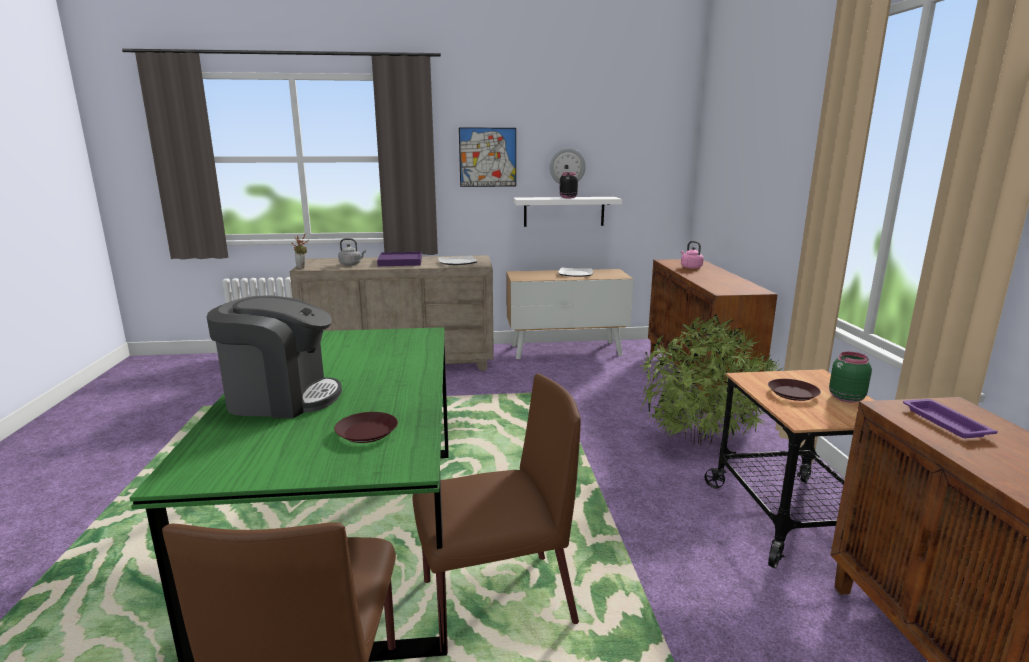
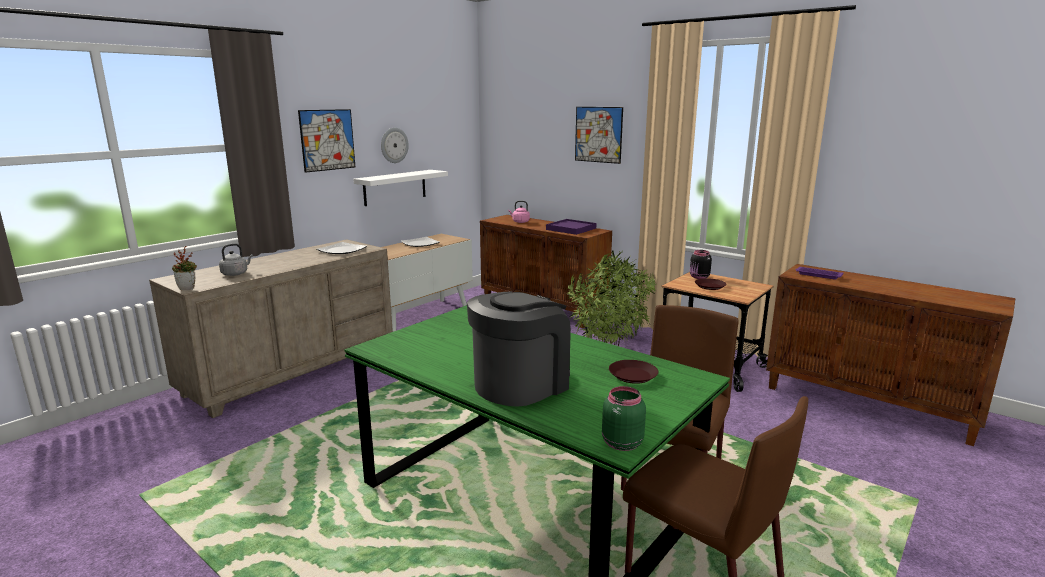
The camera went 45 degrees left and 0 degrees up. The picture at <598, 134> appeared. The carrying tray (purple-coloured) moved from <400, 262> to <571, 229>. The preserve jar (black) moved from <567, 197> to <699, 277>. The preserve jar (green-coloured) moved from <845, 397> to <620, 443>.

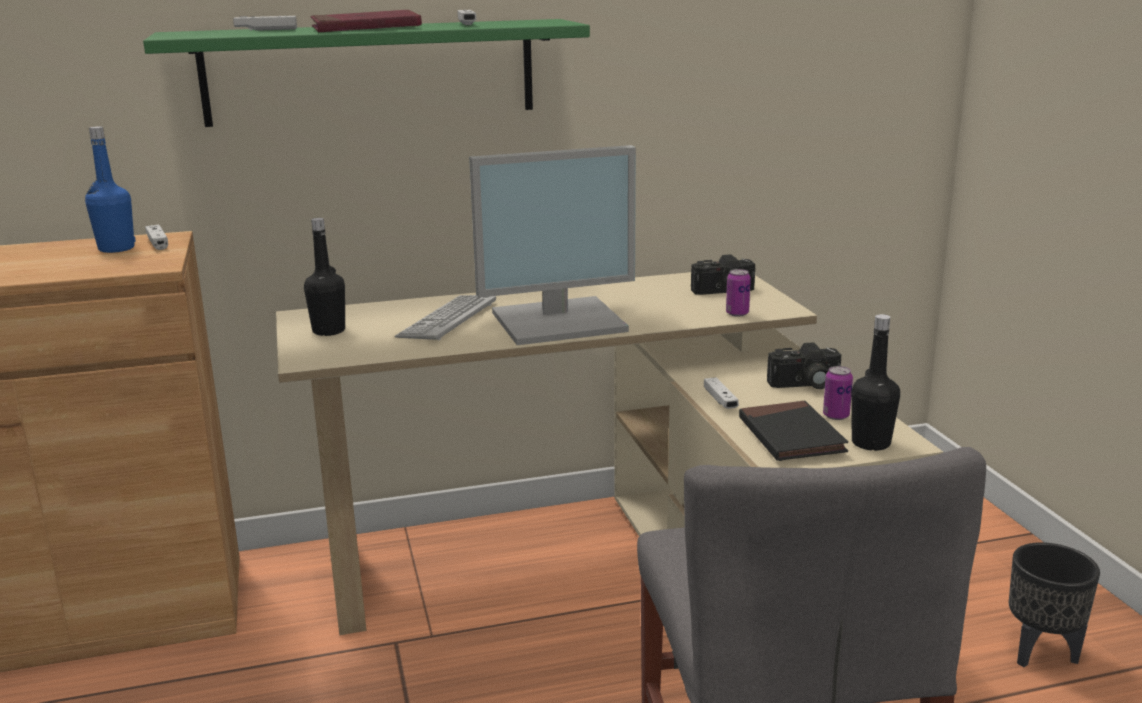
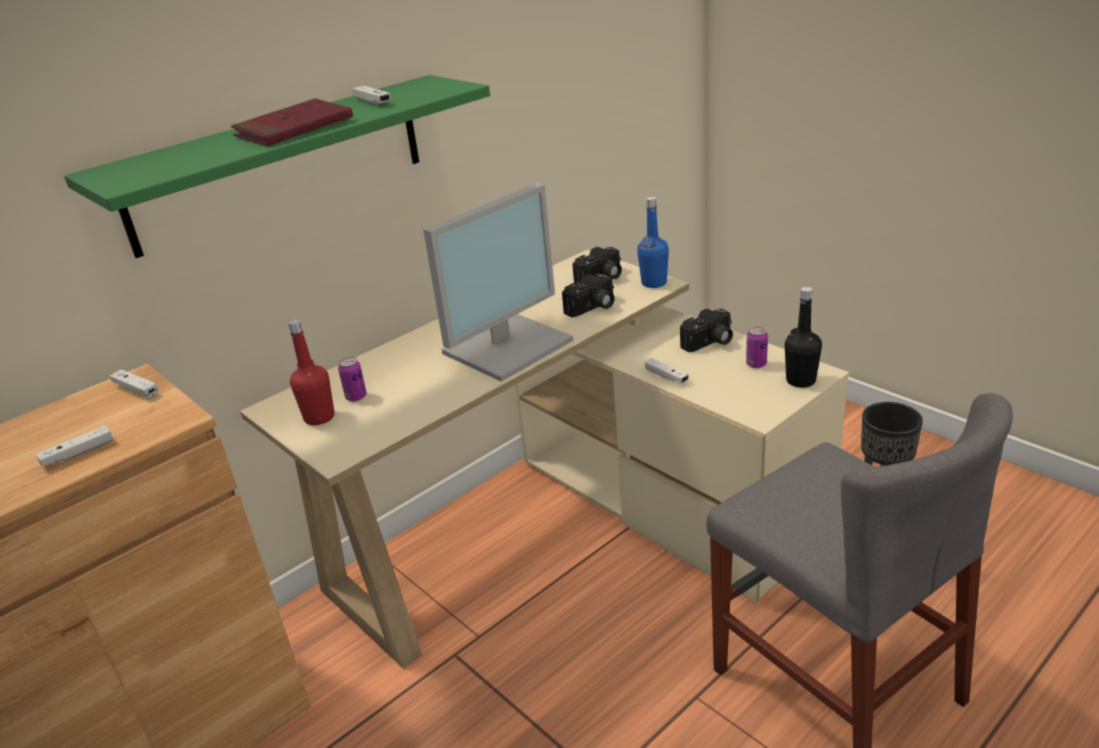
The camera went 25 degrees left and 10 degrees up. The computer keyboard at <447, 319> disappeared. The bound book (black) at <791, 436> disappeared. The photo camera at <592, 308> appeared. The beverage bottle (bluish) moved from <116, 248> to <654, 283>. The joypad (white-coloured) moved from <266, 30> to <78, 453>. The can moved from <737, 313> to <356, 397>. The beverage bottle (black) at <329, 331> became the beverage bottle (red-coloured) at <319, 417>.

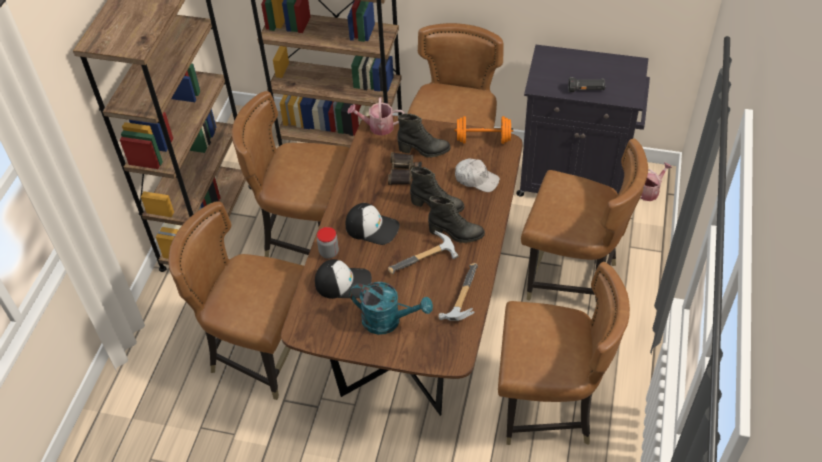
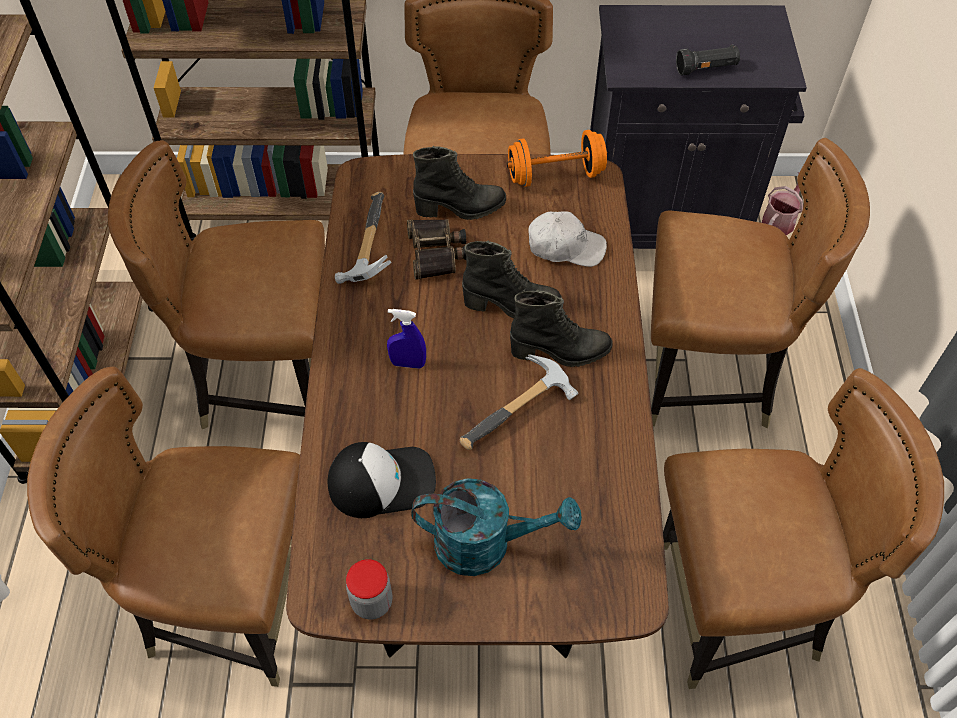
The camera went 15 degrees left and 5 degrees up. The sprinkling can at <377, 127> disappeared. The preserve jar moved from <329, 252> to <372, 602>. The hammer moved from <460, 298> to <365, 247>. The cap at <372, 227> was replaced by the sprayer (bluish) at <408, 363>.

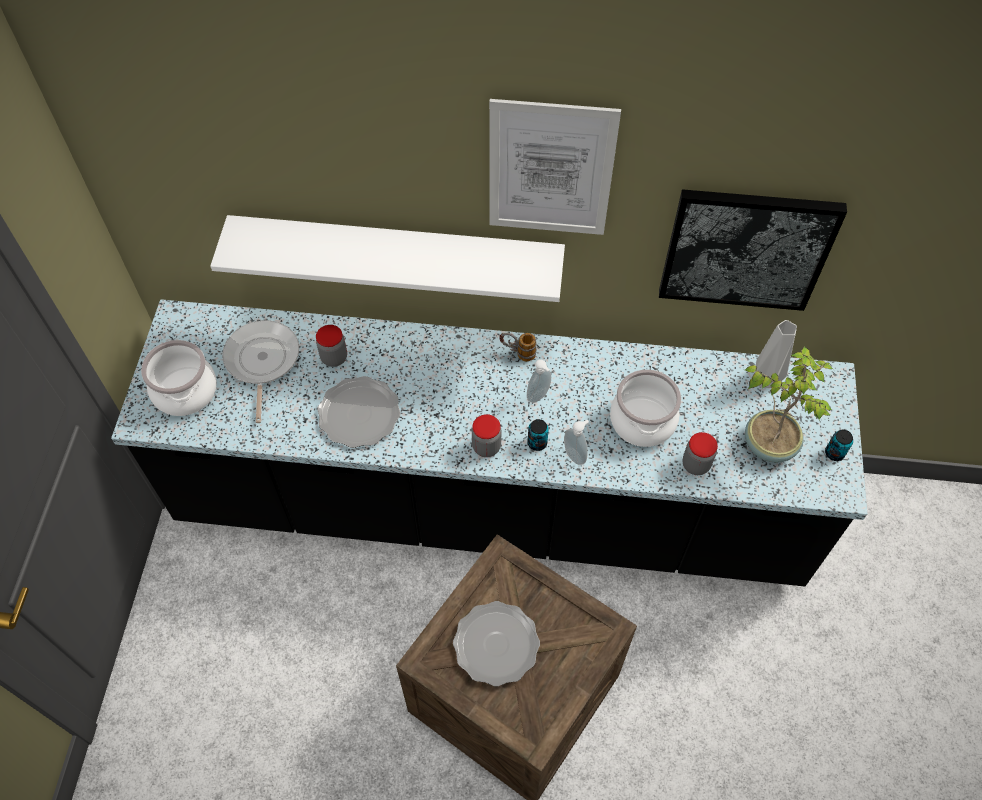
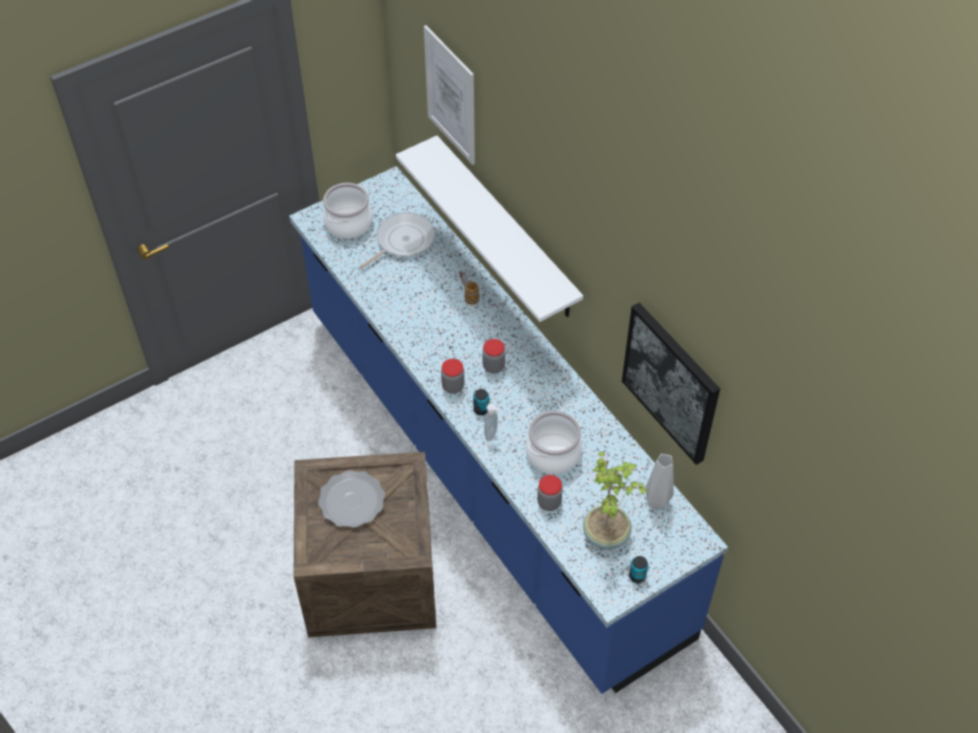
The camera went 50 degrees right and 5 degrees down. The plate at <359, 413> disappeared. The liquid soap bottle at <539, 396> disappeared. The preserve jar moved from <334, 357> to <493, 366>. The picture moved from <550, 169> to <450, 95>. The tea mug moved from <517, 353> to <468, 294>. The kitchen counter (black) at <491, 505> became the kitchen counter (bluish) at <489, 470>.

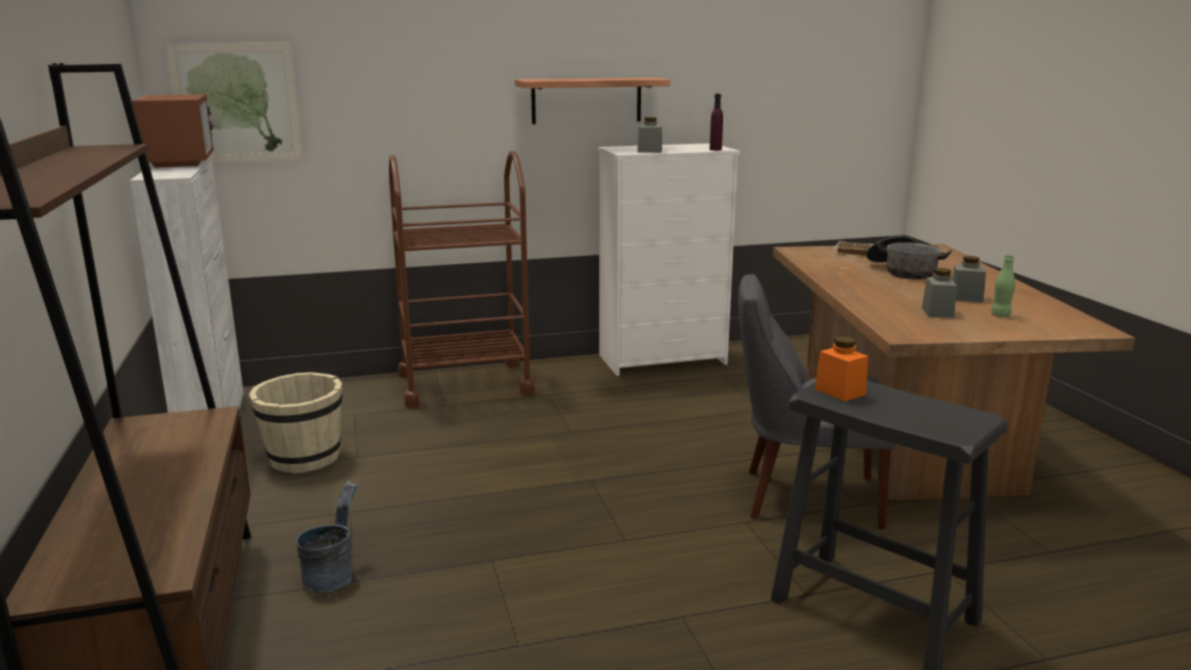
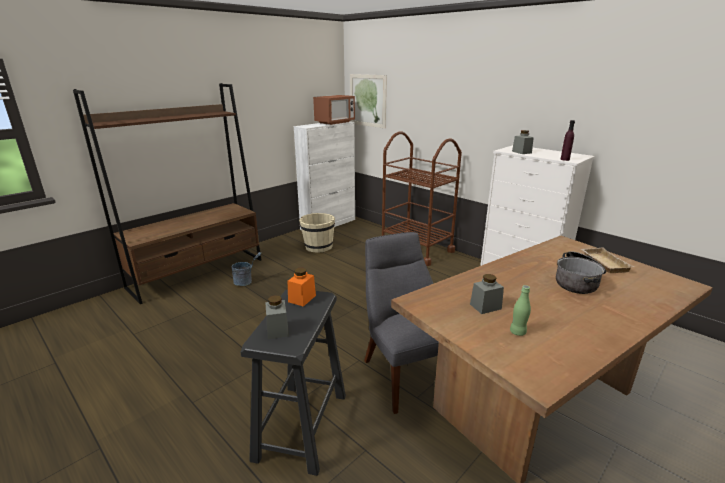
The camera went 60 degrees right and 5 degrees up. The shelf at <586, 100> disappeared. The preserve jar (gray) moved from <966, 298> to <277, 330>.

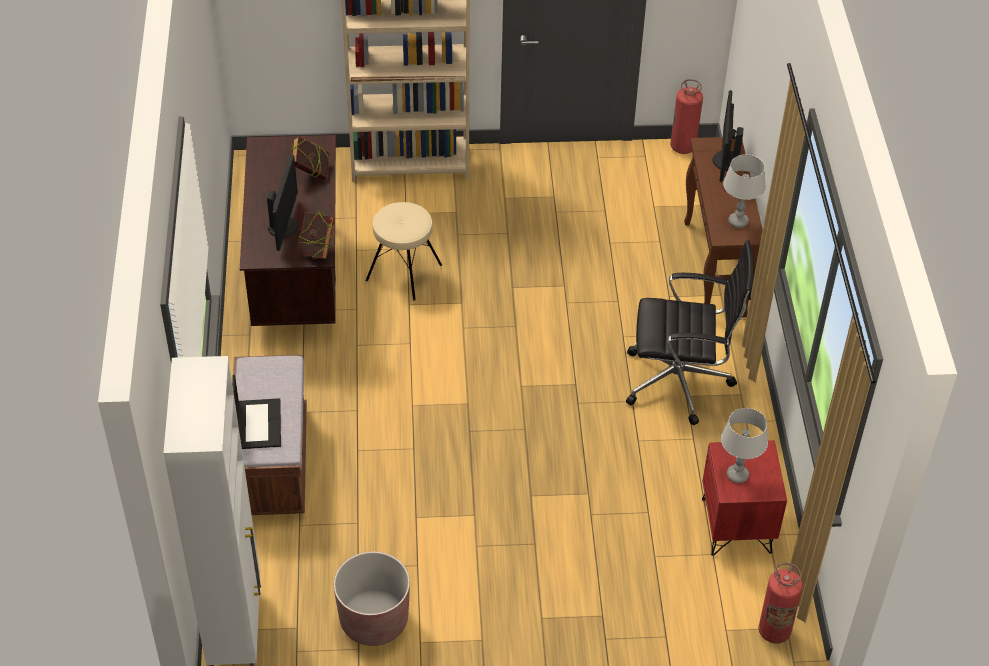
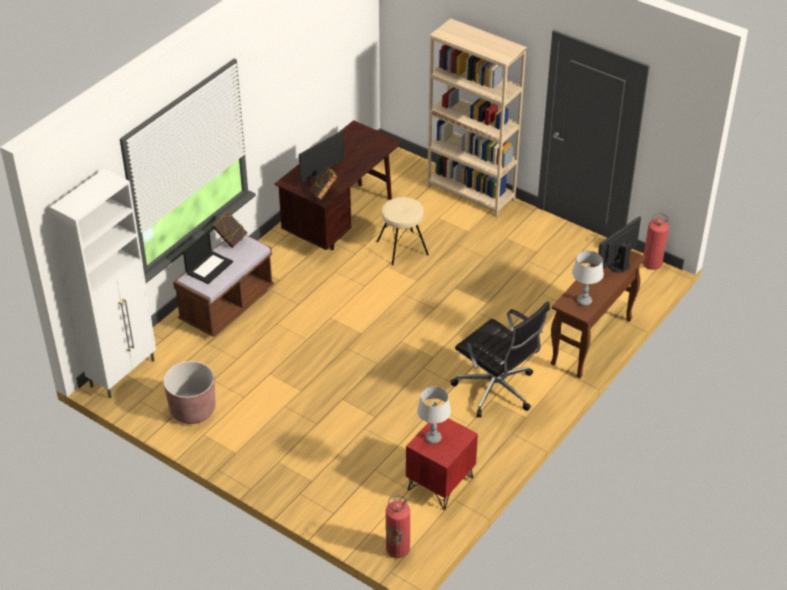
The camera went 40 degrees right and 5 degrees down. The bound book moved from <311, 173> to <230, 240>.

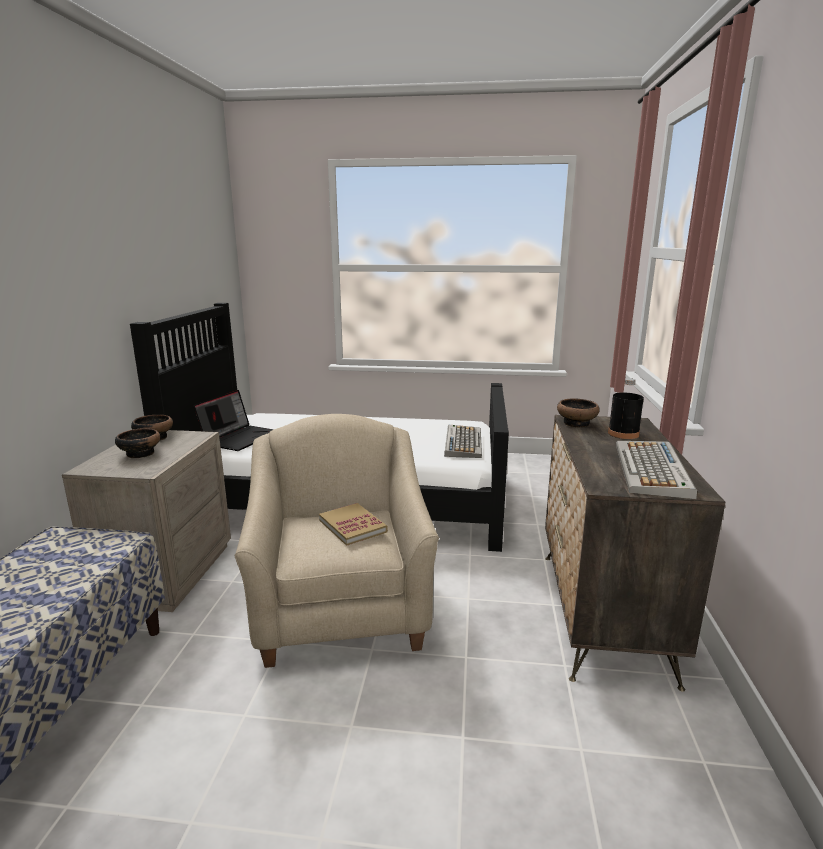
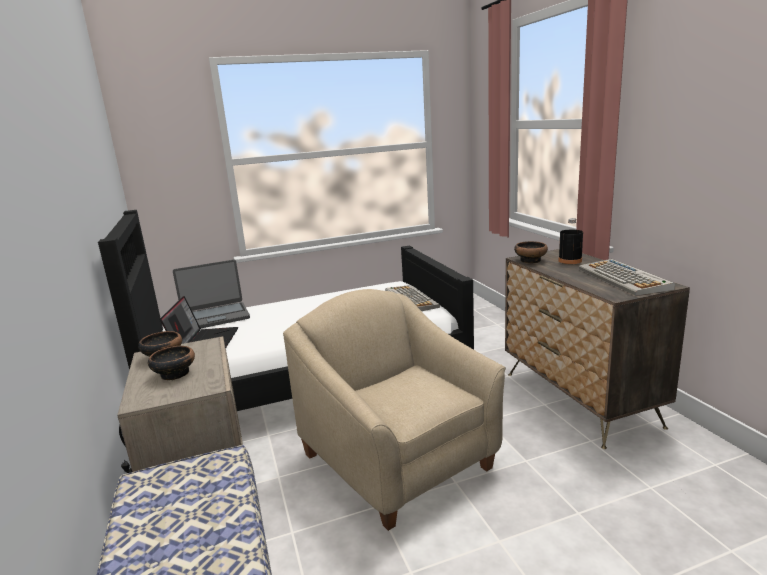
The camera went 25 degrees left and 0 degrees up. The bound book at <352, 526> disappeared. The portable computer at <215, 317> appeared.

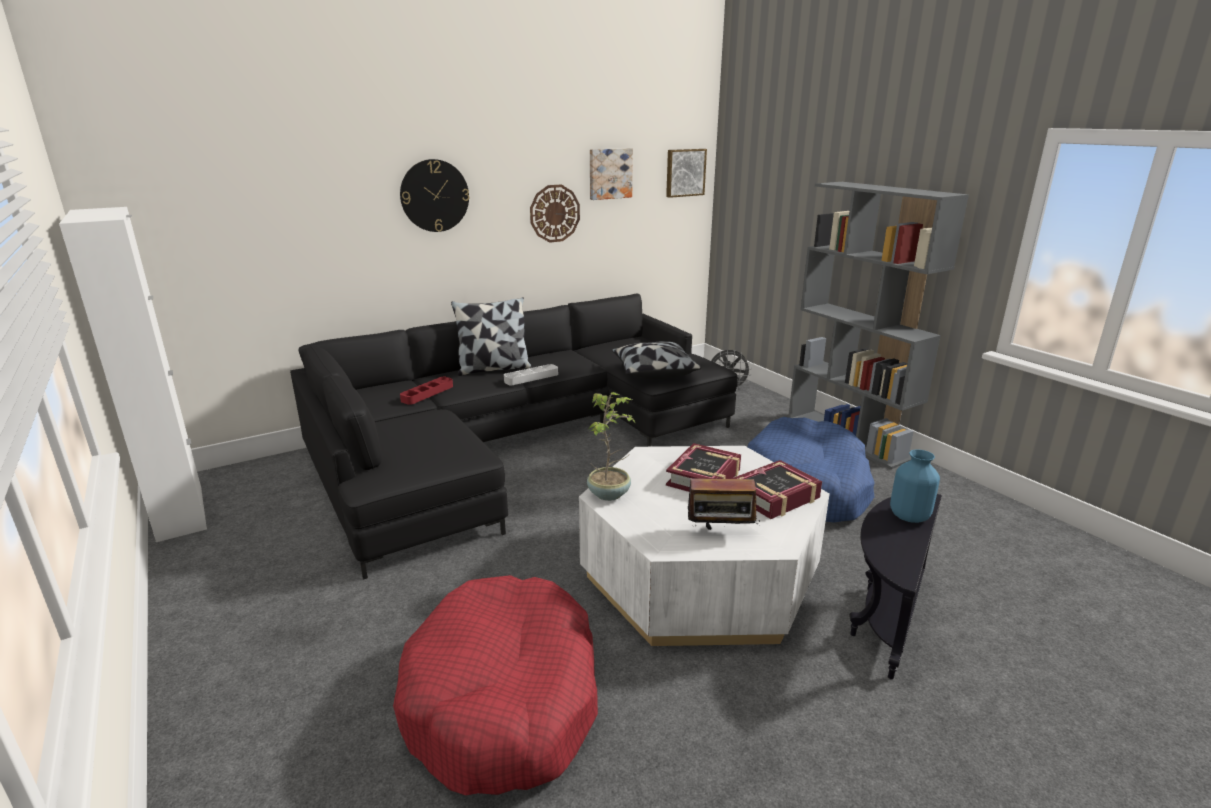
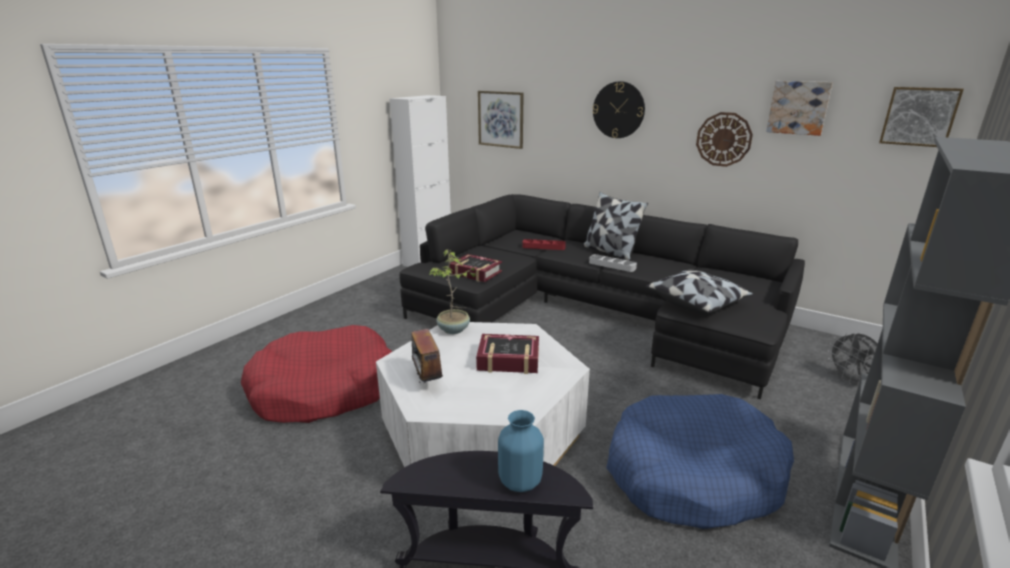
The camera went 65 degrees right and 0 degrees up. The picture at <501, 119> appeared. The bound book moved from <775, 497> to <475, 273>.

